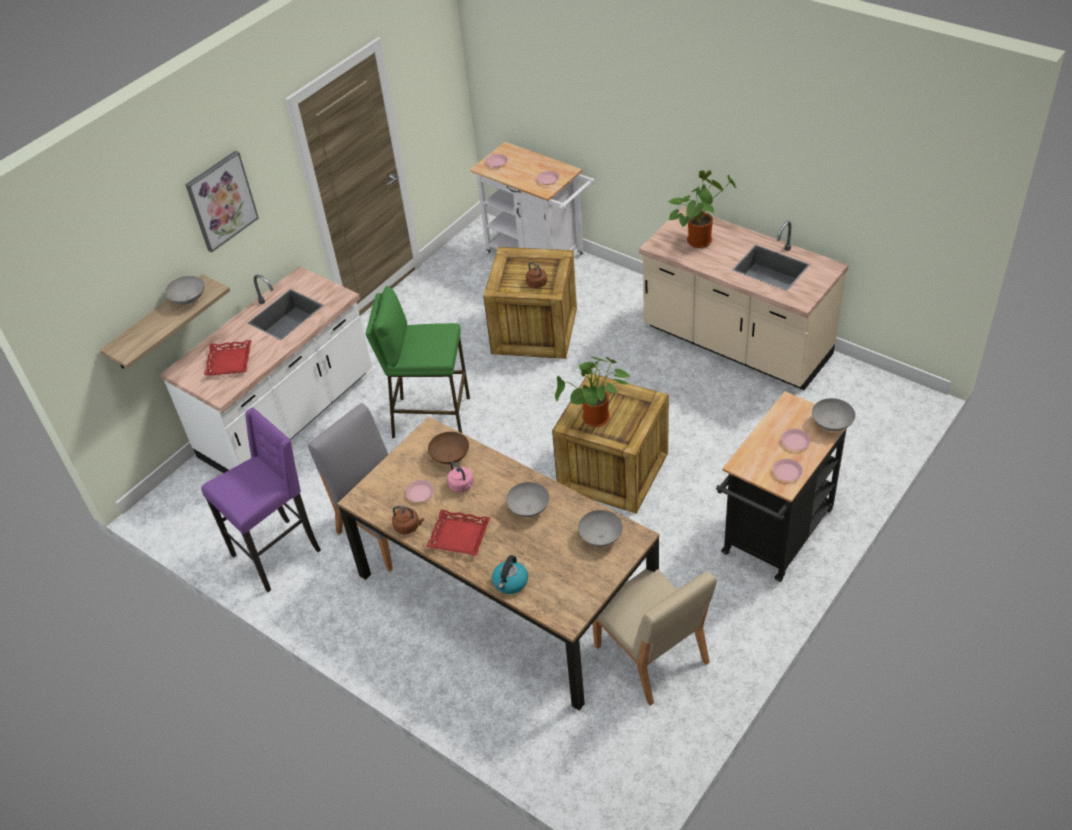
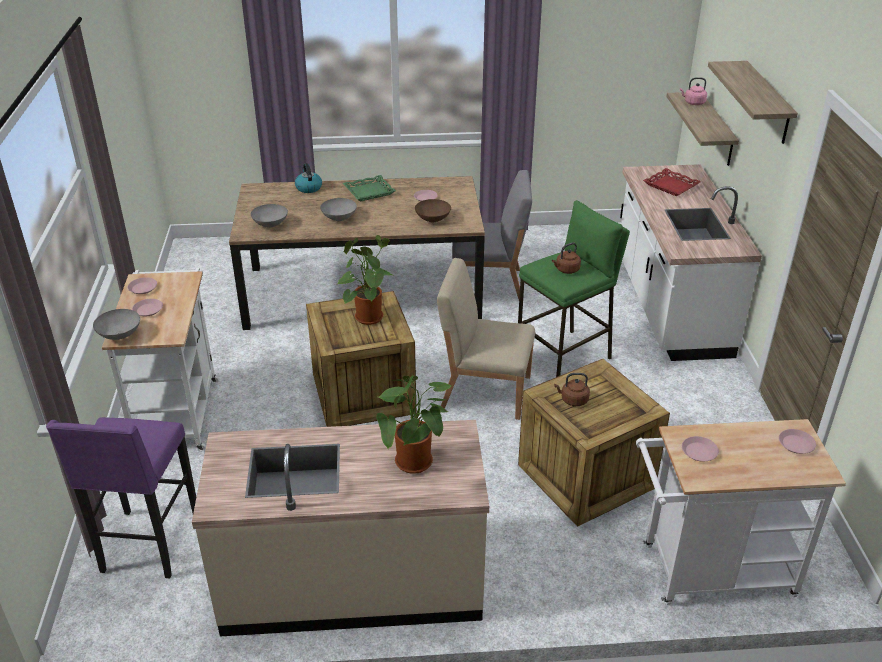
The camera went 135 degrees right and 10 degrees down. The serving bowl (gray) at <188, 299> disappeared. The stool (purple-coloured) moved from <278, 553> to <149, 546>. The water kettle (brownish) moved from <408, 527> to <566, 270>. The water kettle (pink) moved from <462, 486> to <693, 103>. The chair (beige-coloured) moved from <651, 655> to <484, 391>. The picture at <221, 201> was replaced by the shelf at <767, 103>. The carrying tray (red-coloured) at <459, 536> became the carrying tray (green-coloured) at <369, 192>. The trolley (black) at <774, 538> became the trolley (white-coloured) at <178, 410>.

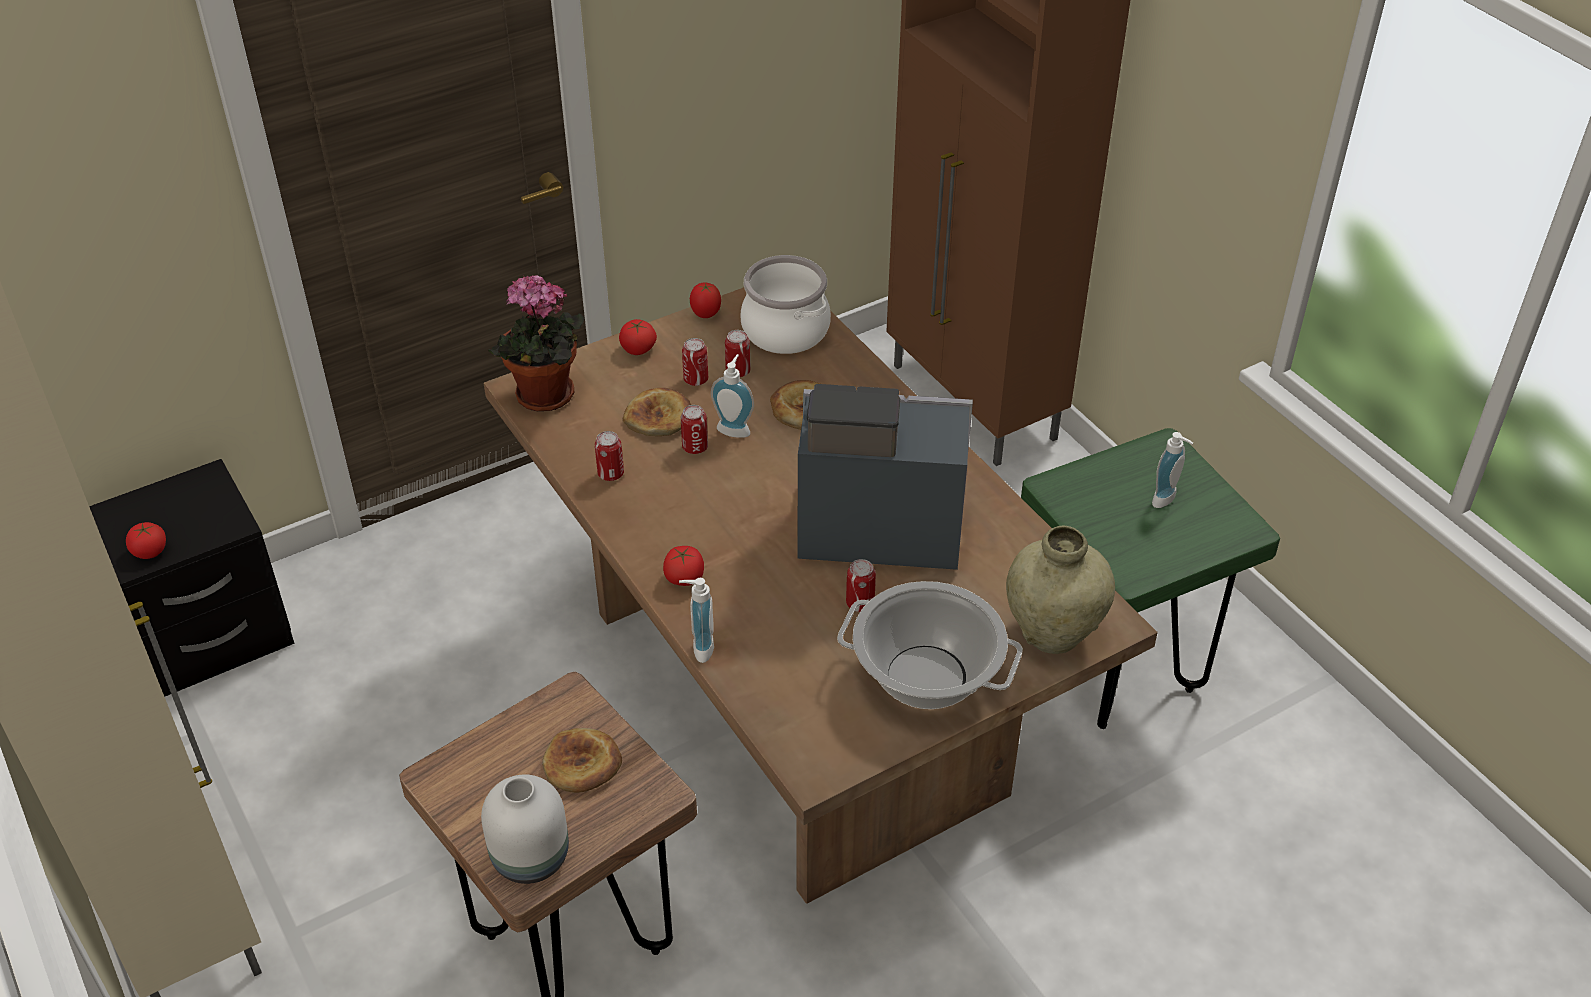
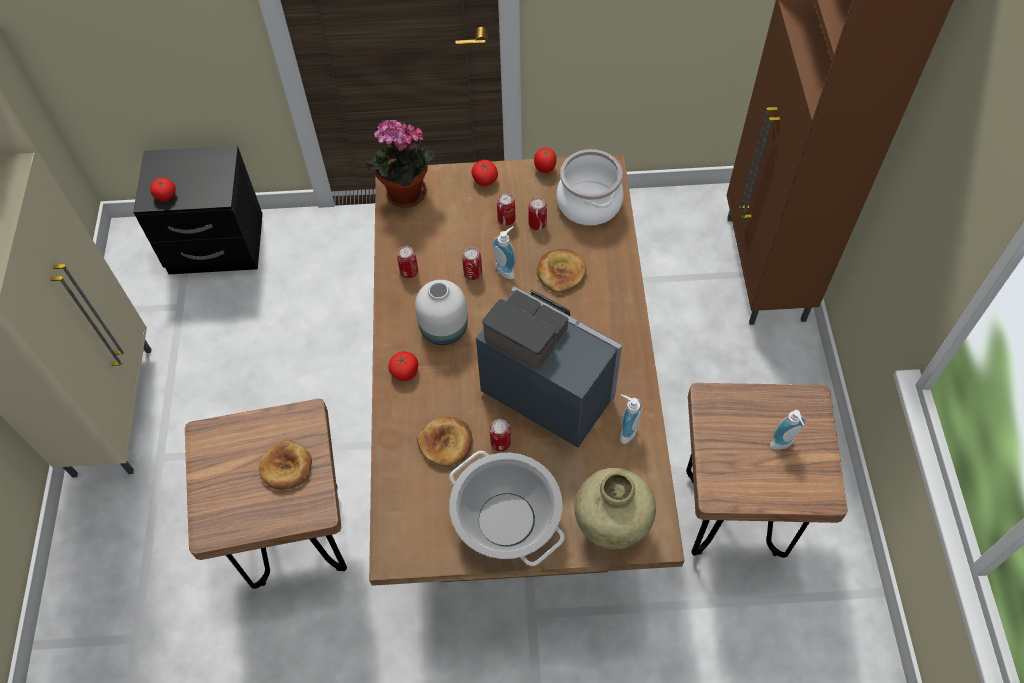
The camera went 30 degrees right and 15 degrees up. The vase (white-coloured) moved from <532, 856> to <445, 328>. The bread moved from <659, 417> to <446, 443>. The liquid soap bottle moved from <698, 648> to <625, 431>. The stool (green-coloured) at <1117, 672> became the stool (brownish) at <734, 517>.

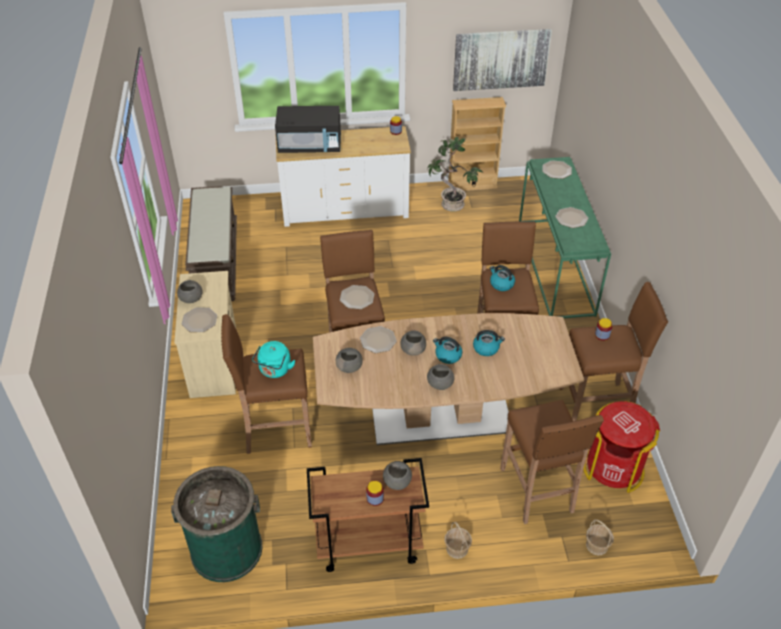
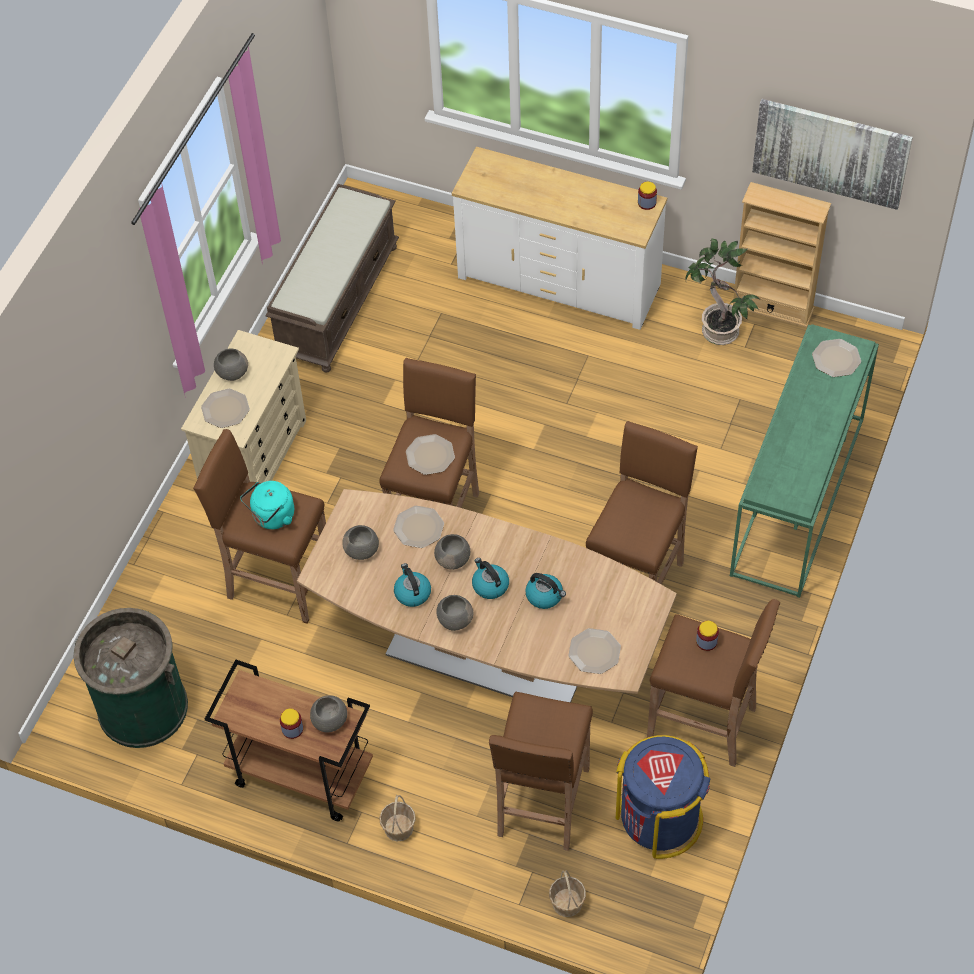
The camera went 30 degrees right and 10 degrees up. The microwave (black) at <310, 145> disappeared. The water kettle moved from <501, 284> to <412, 593>. The plate moved from <571, 218> to <594, 651>. The waste bin (red-coloured) at <613, 468> became the waste bin (bluish) at <660, 818>.

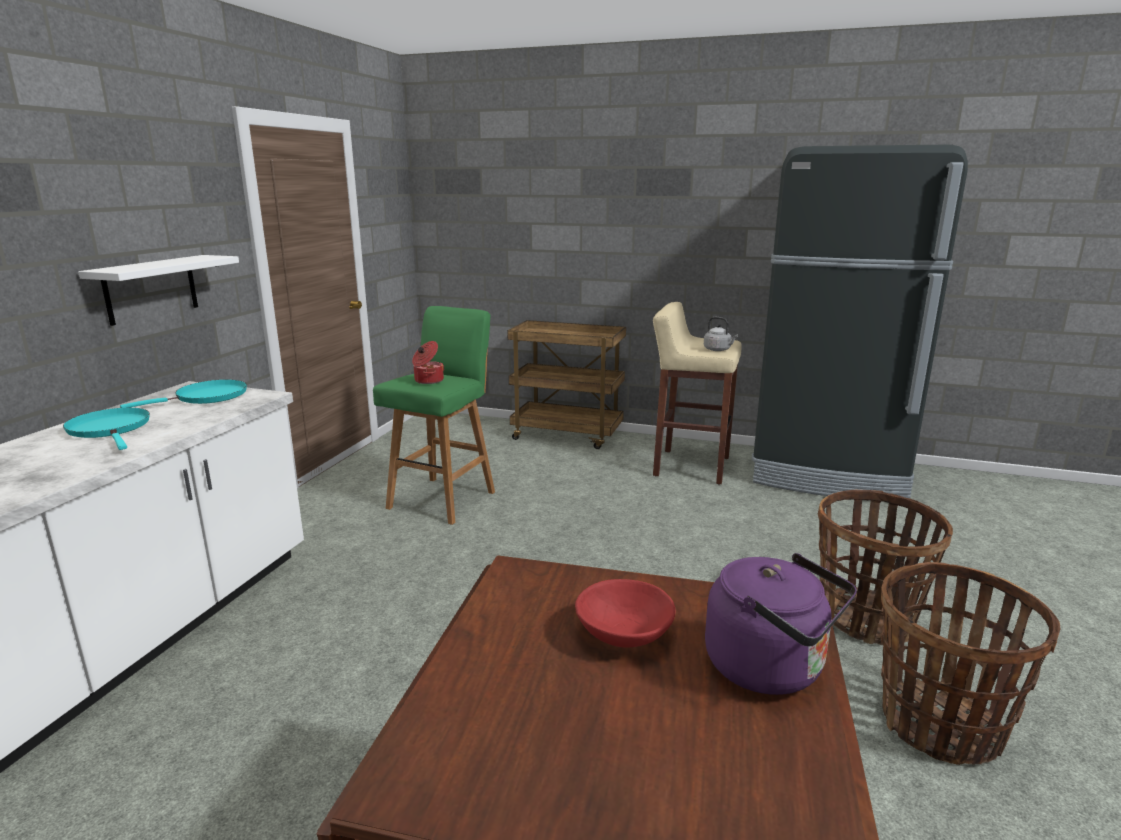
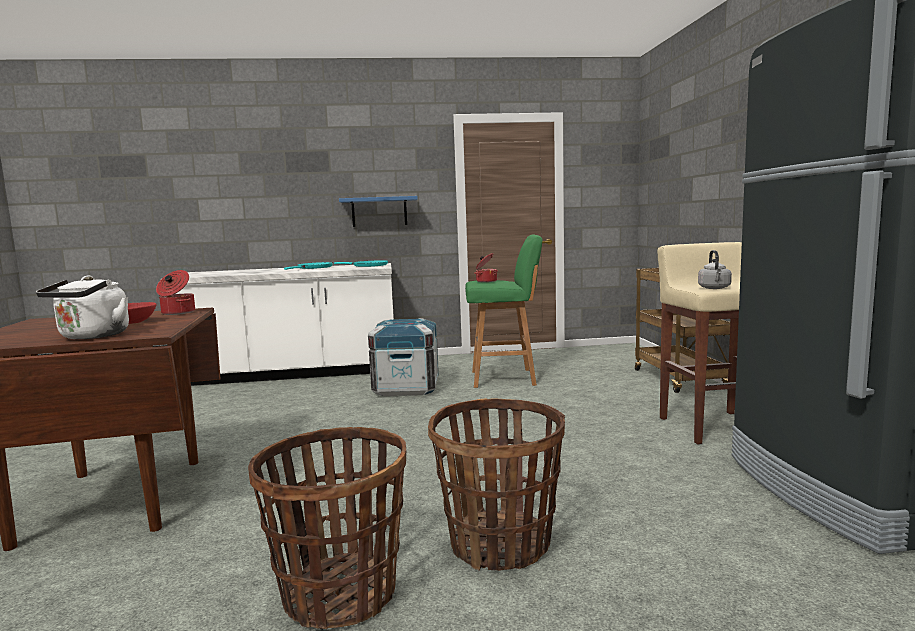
The camera went 65 degrees right and 10 degrees down. The stockpot at <177, 313> appeared. The crate at <406, 388> appeared. The shelf (white-coloured) at <151, 289> became the shelf (bluish) at <379, 212>. The water kettle (purple-coloured) at <771, 668> became the water kettle (white-coloured) at <92, 336>.

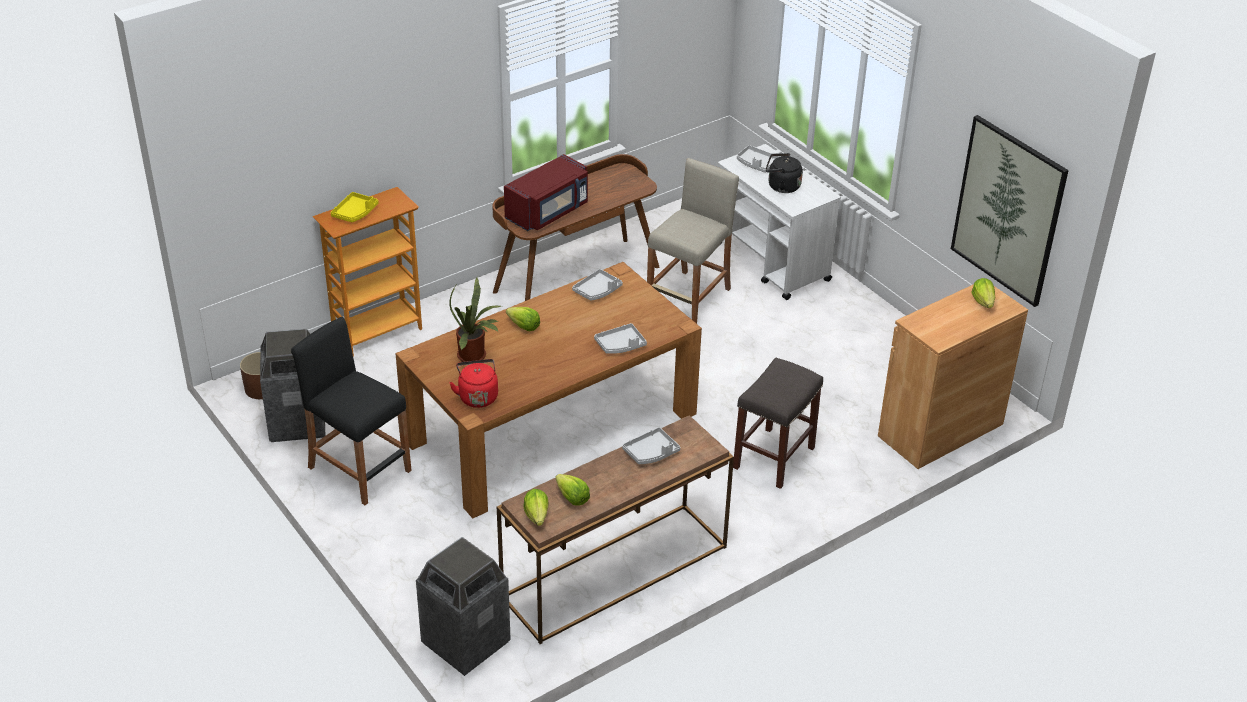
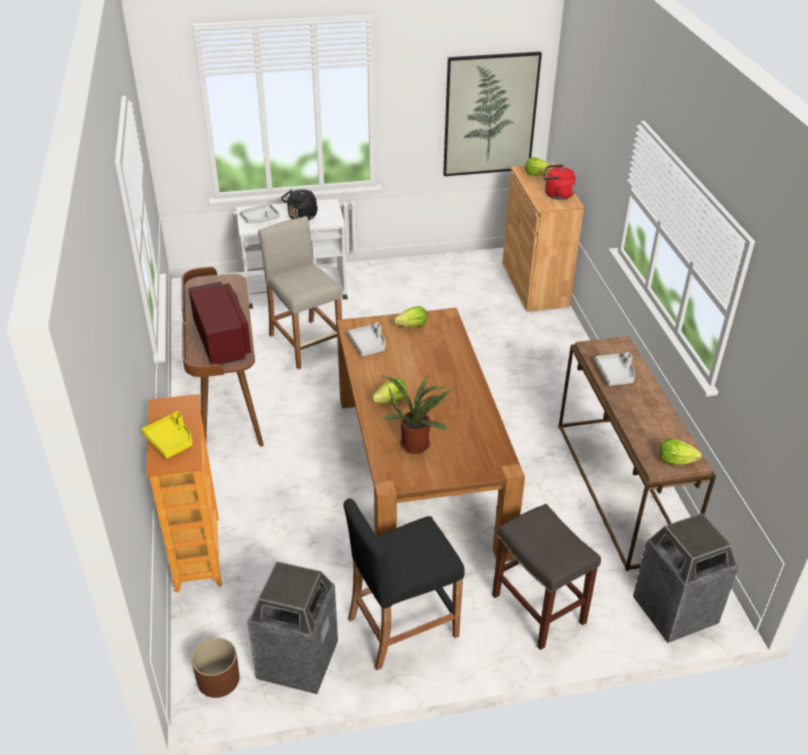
The camera went 65 degrees left and 0 degrees up. The carrying tray (gray) at <620, 345> disappeared. The water kettle (red-coloured) moved from <477, 396> to <556, 194>. The lettuce moved from <572, 498> to <412, 326>. The stool (gray) moved from <773, 458> to <539, 609>.

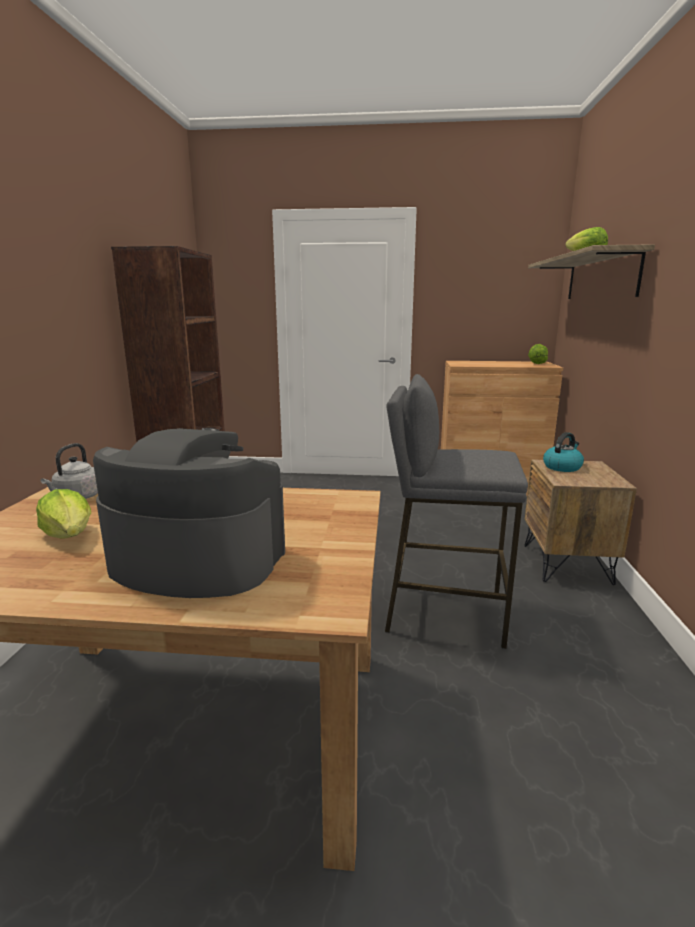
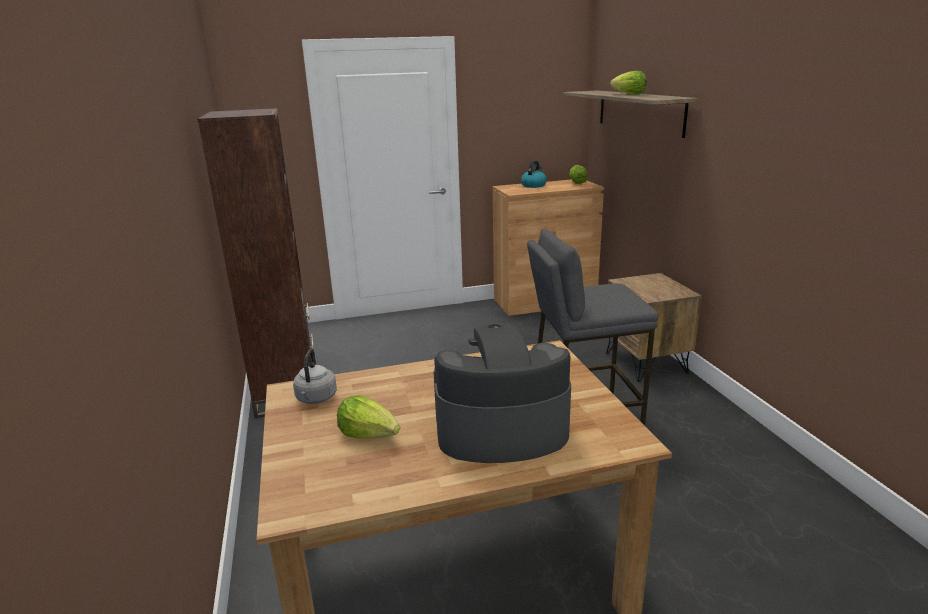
The camera went 20 degrees left and 5 degrees up. The water kettle moved from <562, 467> to <533, 185>.

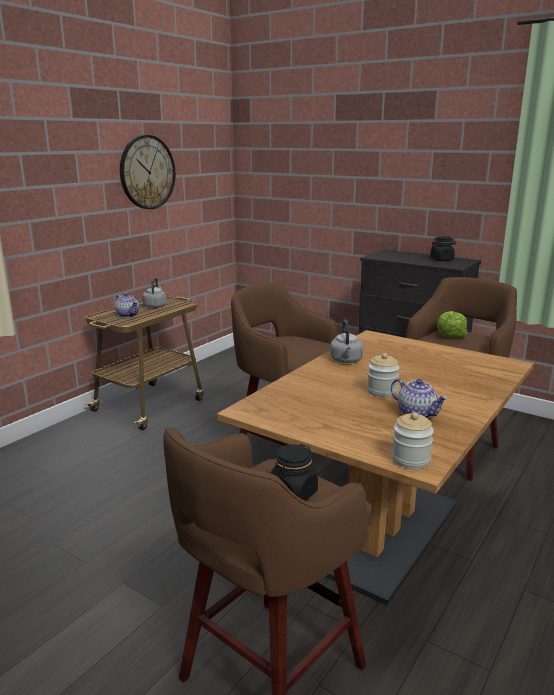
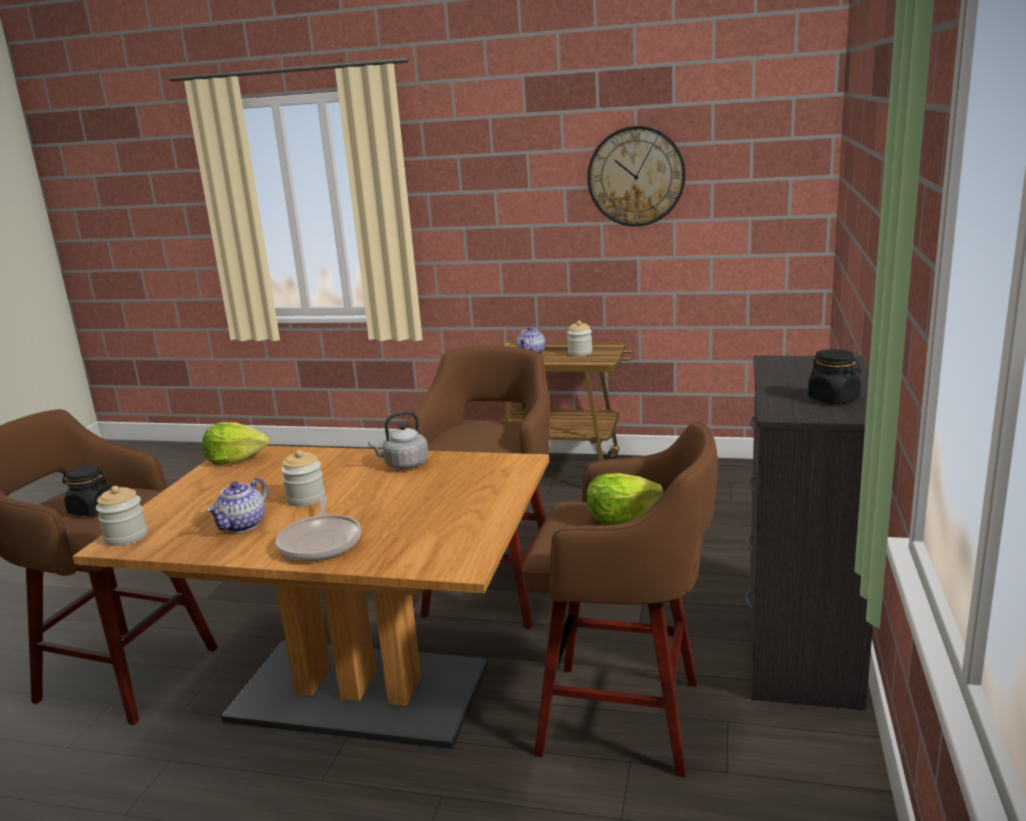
The camera went 70 degrees right and 0 degrees up. The lettuce at <235, 459> appeared. The skillet at <321, 542> appeared. The water kettle (gray) at <155, 306> was replaced by the preserve jar at <580, 353>.

